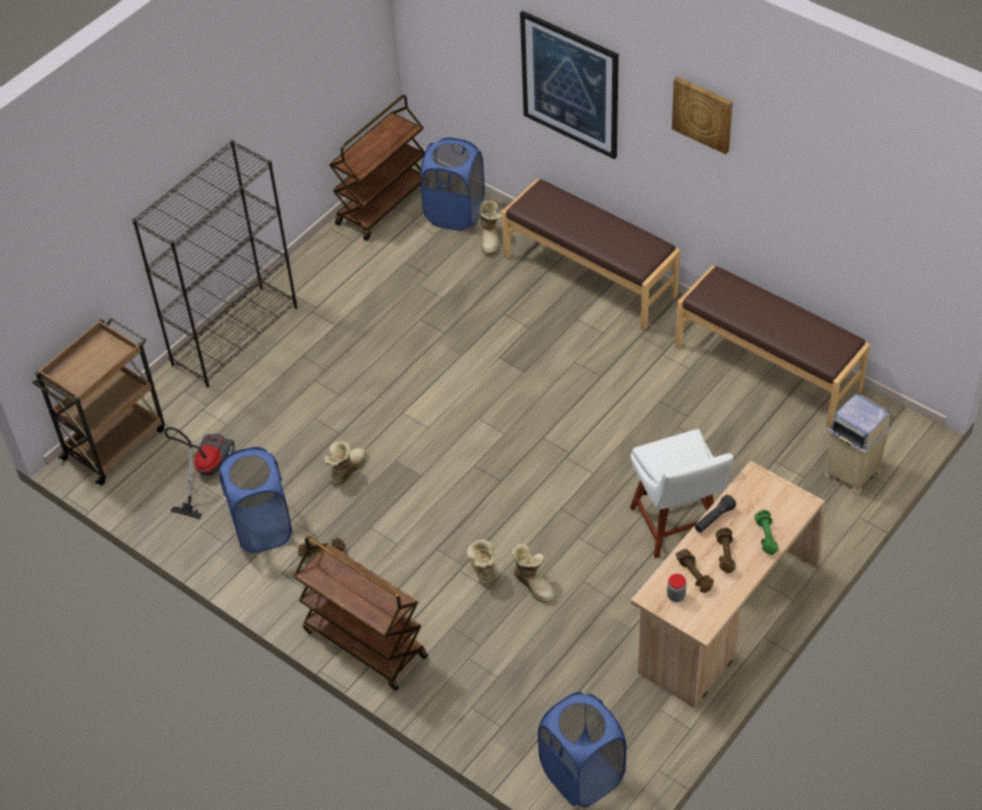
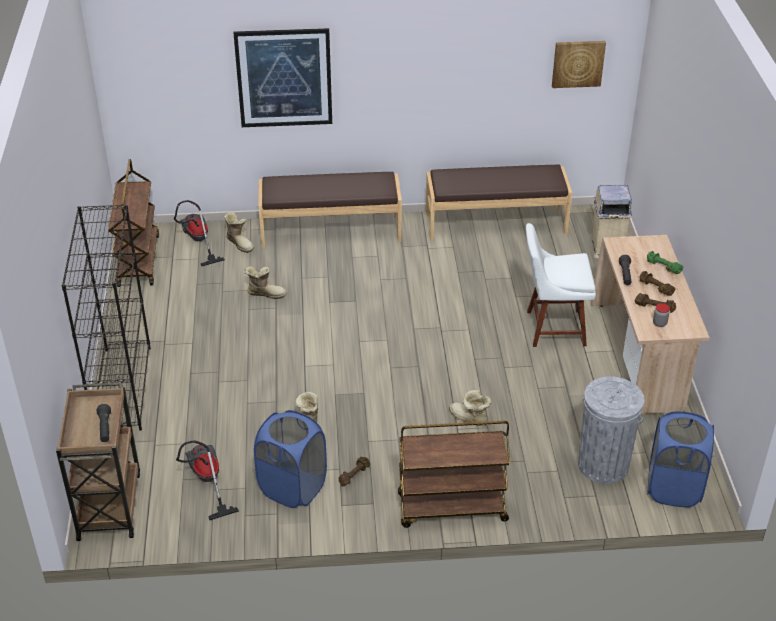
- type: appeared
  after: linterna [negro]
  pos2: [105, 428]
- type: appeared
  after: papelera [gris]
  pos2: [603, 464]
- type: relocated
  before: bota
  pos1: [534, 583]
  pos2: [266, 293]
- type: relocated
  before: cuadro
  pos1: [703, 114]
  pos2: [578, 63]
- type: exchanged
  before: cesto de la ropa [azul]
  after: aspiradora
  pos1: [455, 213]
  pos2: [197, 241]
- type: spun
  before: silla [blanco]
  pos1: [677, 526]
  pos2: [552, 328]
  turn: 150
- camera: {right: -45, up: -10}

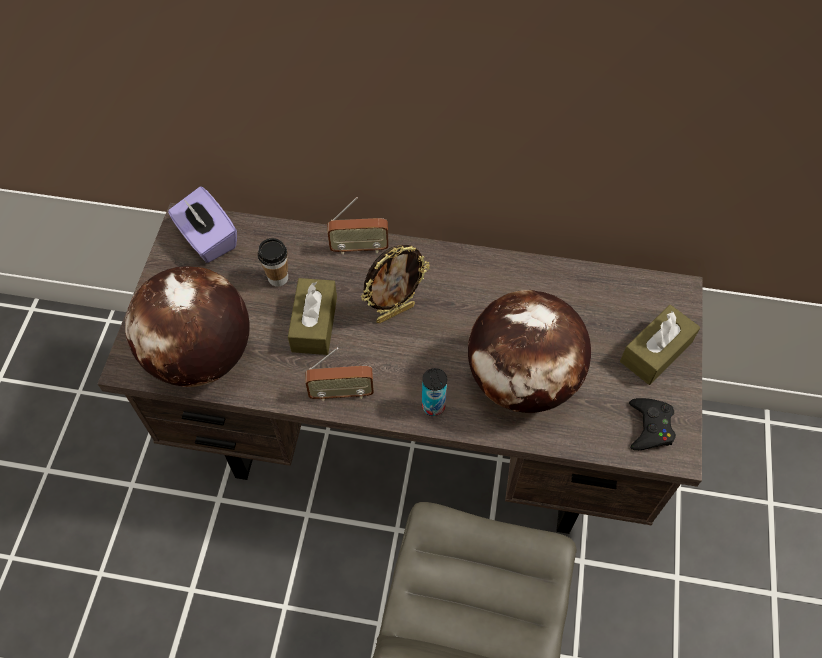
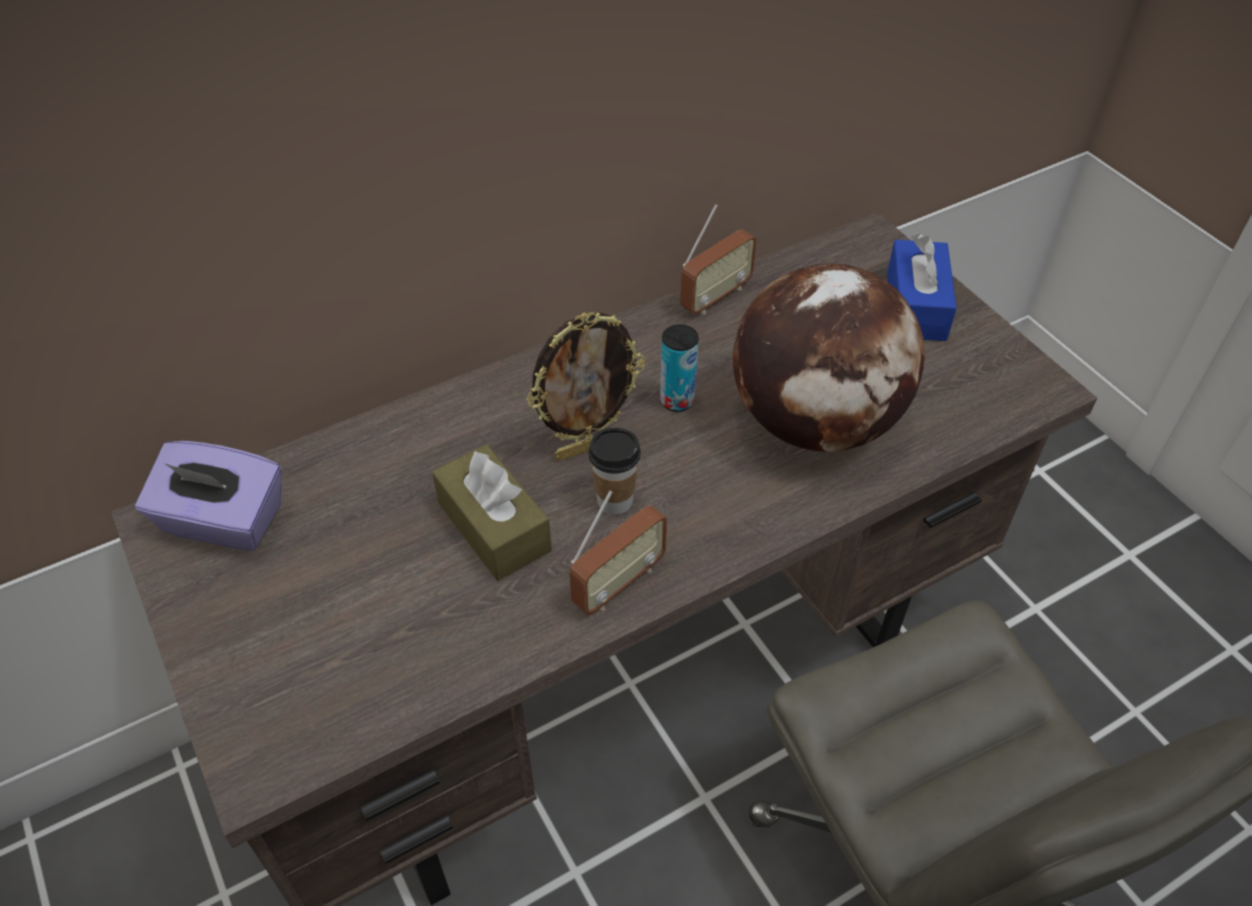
- type: missing
  before: globo terráqueo
  pos1: [201, 356]
- type: missing
  before: mando de consola [negro]
  pos1: [650, 427]
- type: relocated
  before: taza
  pos1: [278, 278]
  pos2: [615, 501]
- type: relocated
  before: radio
  pos1: [359, 248]
  pos2: [715, 297]
- type: relocated
  before: lata
  pos1: [433, 406]
  pos2: [677, 401]
- type: colour
  before: caja de pañuelos [marrón]
  after: caja de pañuelos [azul]
  pos1: [656, 352]
  pos2: [915, 306]
- type: spun
  before: portarretratos
  pos1: [395, 312]
  pos2: [587, 447]
  turn: 45
- camera: {right: -40, up: -10}

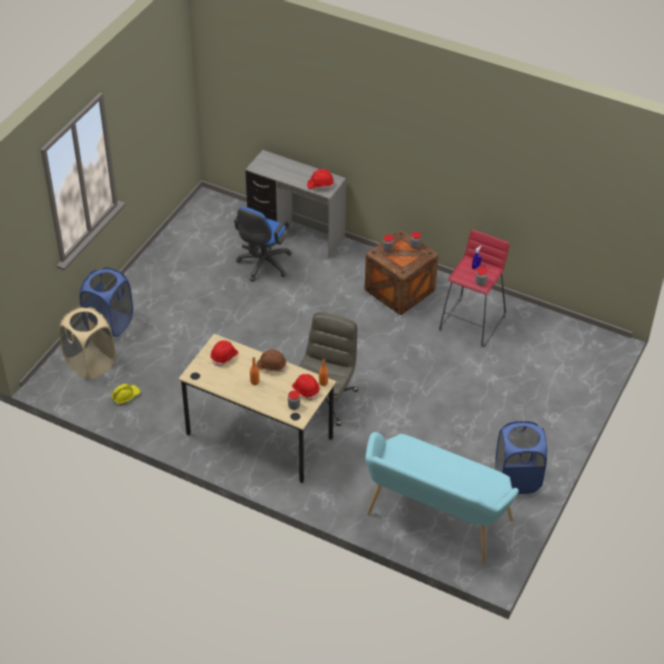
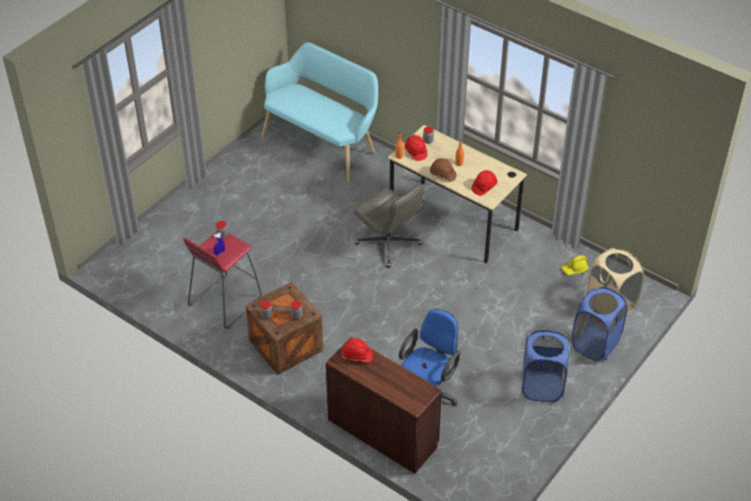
- type: relocated
  before: cesto de la ropa [azul]
  pos1: [517, 478]
  pos2: [541, 387]
- type: colour
  before: escritorio [gris]
  after: escritorio [marrón]
  pos1: [296, 234]
  pos2: [383, 432]
- type: spun
  before: silla de oficina [gris]
  pos1: [324, 400]
  pos2: [389, 244]
  turn: -75
- camera: {right: -170, up: 0}

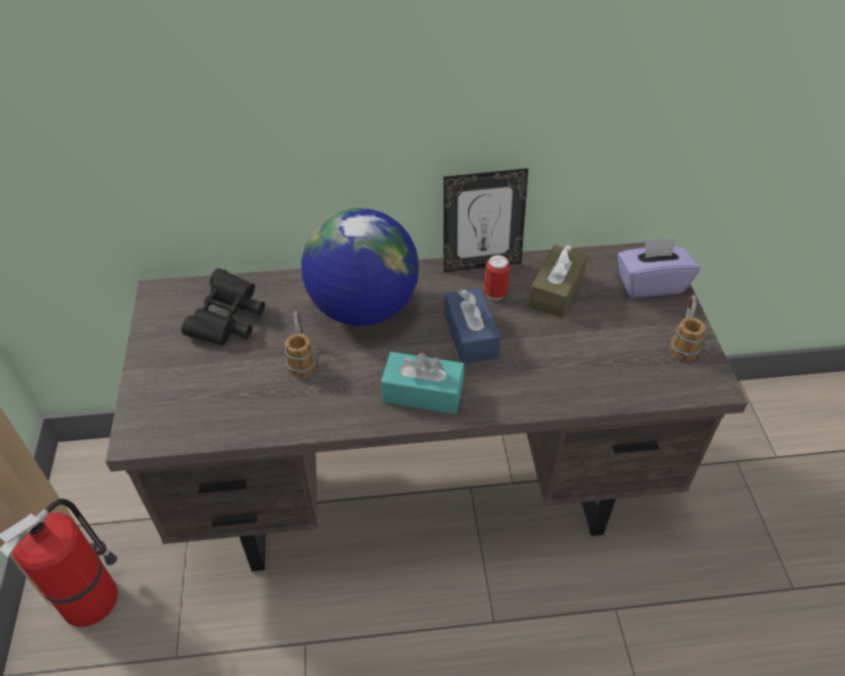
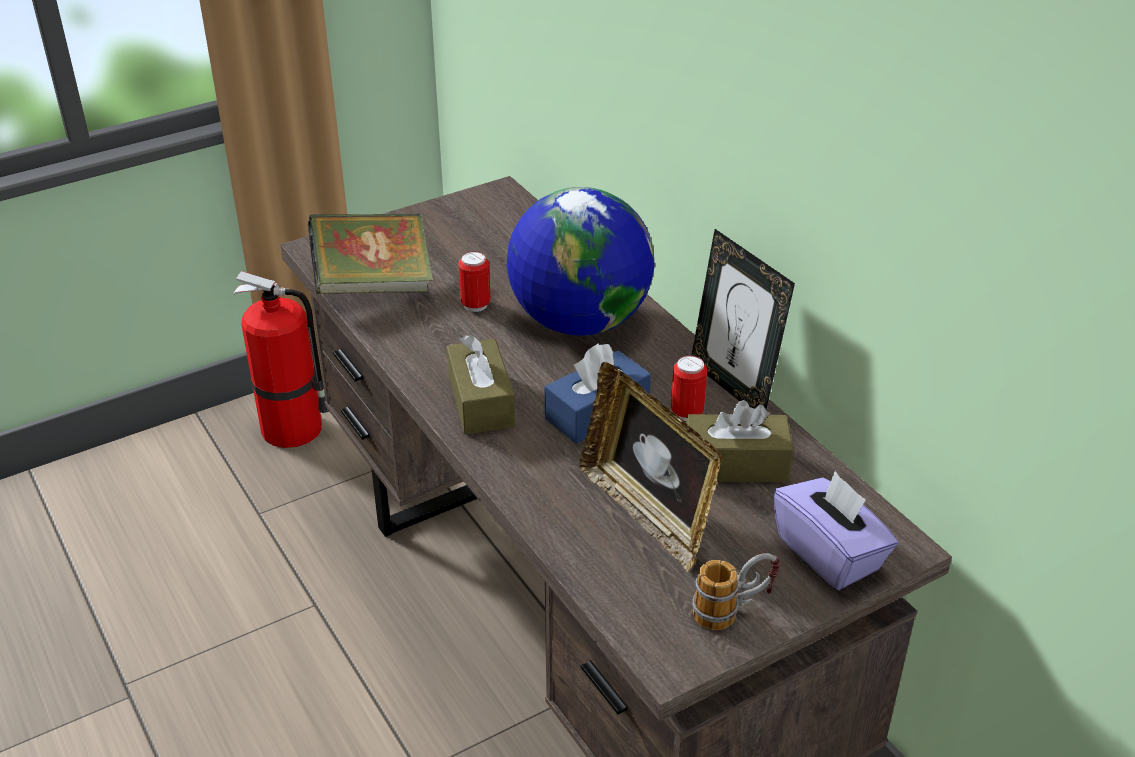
- type: missing
  before: prismáticos [negro]
  pos1: [228, 321]
- type: appeared
  after: libro
  pos2: [373, 285]
- type: appeared
  after: portarretratos
  pos2: [647, 512]
- type: exchanged
  before: taza grande
  after: lata
  pos1: [301, 357]
  pos2: [475, 305]
- type: colour
  before: caja de pañuelos [turquesa]
  after: caja de pañuelos [marrón]
  pos1: [423, 392]
  pos2: [481, 402]
- camera: {right: 65, up: -10}

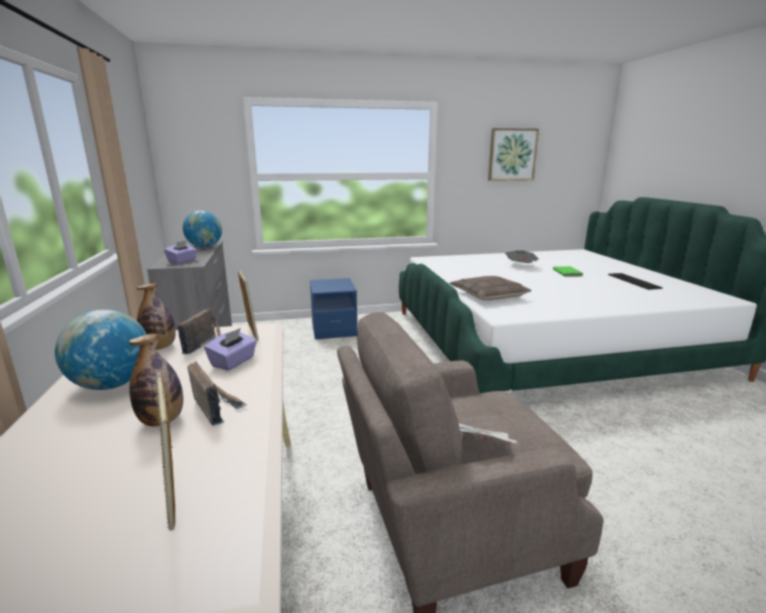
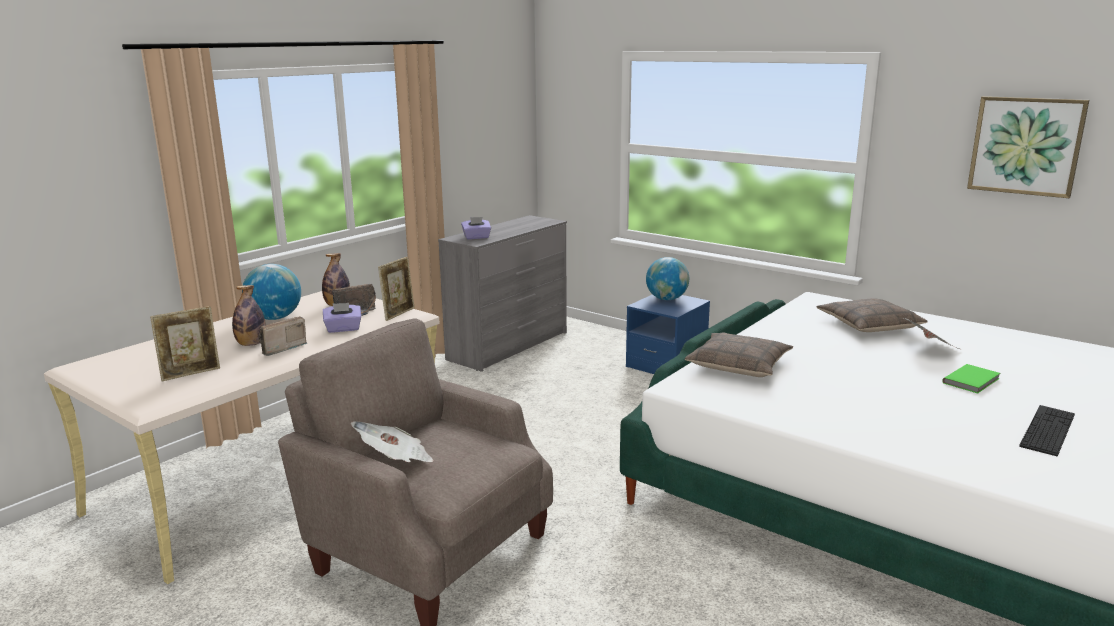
- type: appeared
  after: cojín
  pos2: [868, 325]
- type: relocated
  before: globo terráqueo
  pos1: [205, 247]
  pos2: [666, 299]
- type: spun
  before: portarretratos
  pos1: [173, 495]
  pos2: [191, 374]
  turn: -150
- type: spun
  before: radio
  pos1: [217, 407]
  pos2: [280, 348]
  turn: -150
- camera: {right: 50, up: 0}

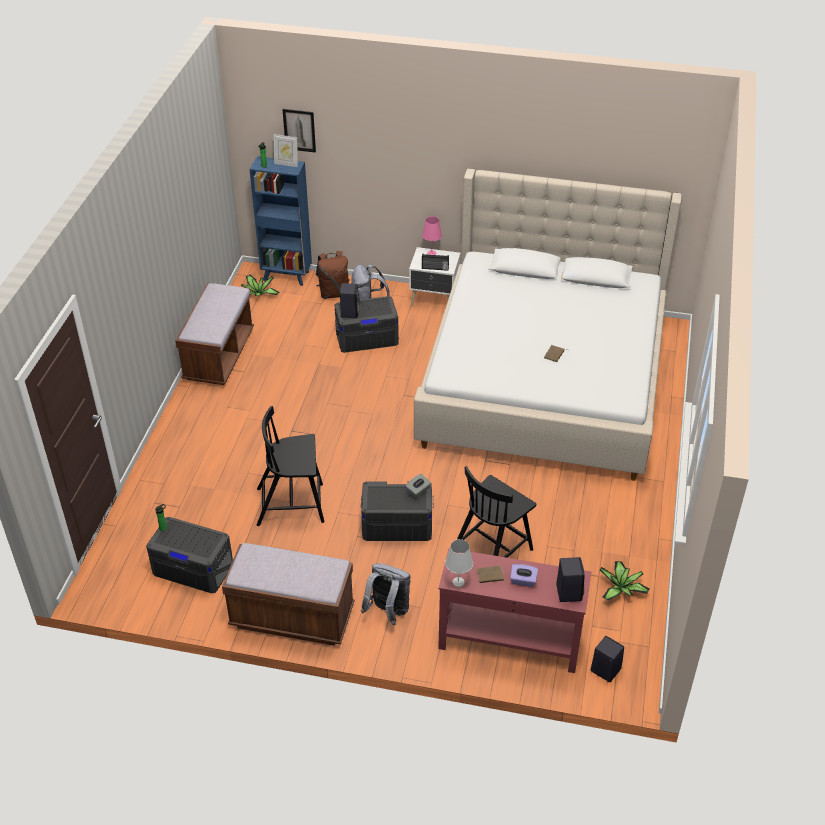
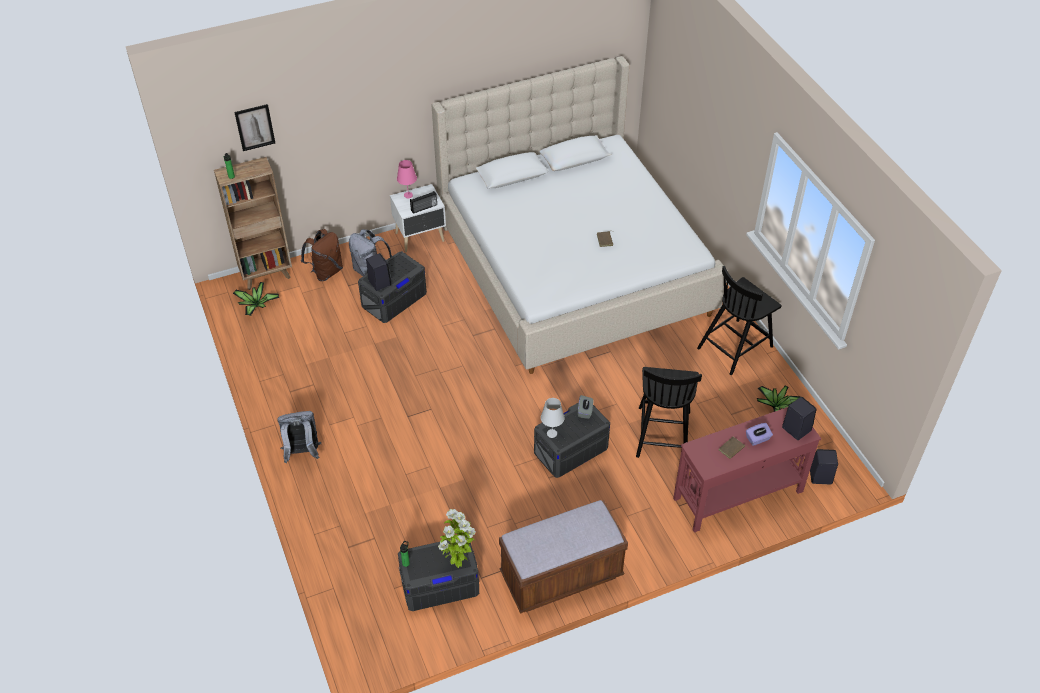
- type: missing
  before: banco [marrón]
  pos1: [219, 356]
- type: missing
  before: portarretratos
  pos1: [286, 164]
- type: appeared
  after: planta en maceta
  pos2: [457, 561]
- type: relocated
  before: silla [negro]
  pos1: [292, 504]
  pos2: [735, 346]
- type: relocated
  before: mochila [gris]
  pos1: [388, 612]
  pos2: [302, 453]
- type: relocated
  before: lámpara de mesa [blanco]
  pos1: [458, 582]
  pos2: [552, 433]
- type: colour
  before: estantería [azul]
  after: estantería [marrón]
  pos1: [287, 276]
  pos2: [267, 275]
- camera: {right: -35, up: 5}

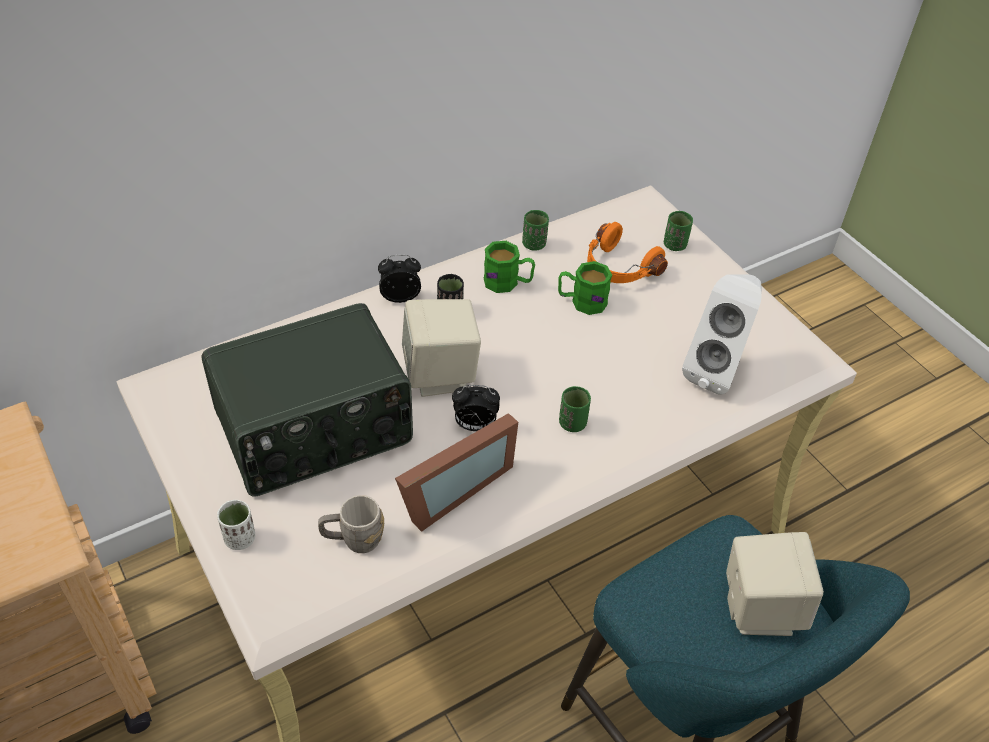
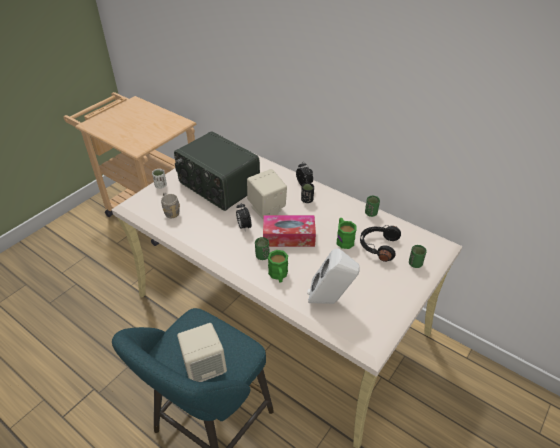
- type: missing
  before: portarretratos
  pos1: [449, 489]
- type: appeared
  after: caja de pañuelos
  pos2: [289, 237]
- type: relocated
  before: taza grande [verde]
  pos1: [508, 282]
  pos2: [278, 275]
- type: colour
  before: auriculares [naranja]
  after: auriculares [negro]
  pos1: [618, 268]
  pos2: [378, 246]
- camera: {right: 70, up: -5}

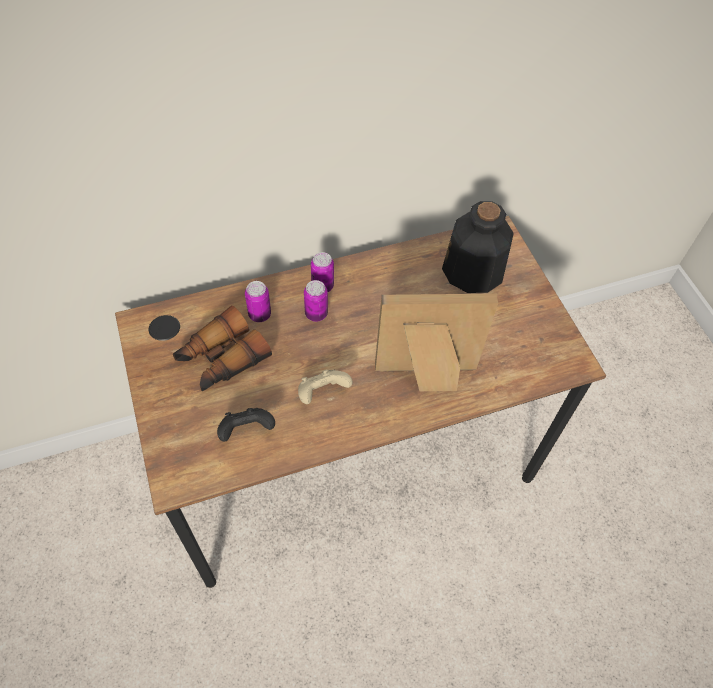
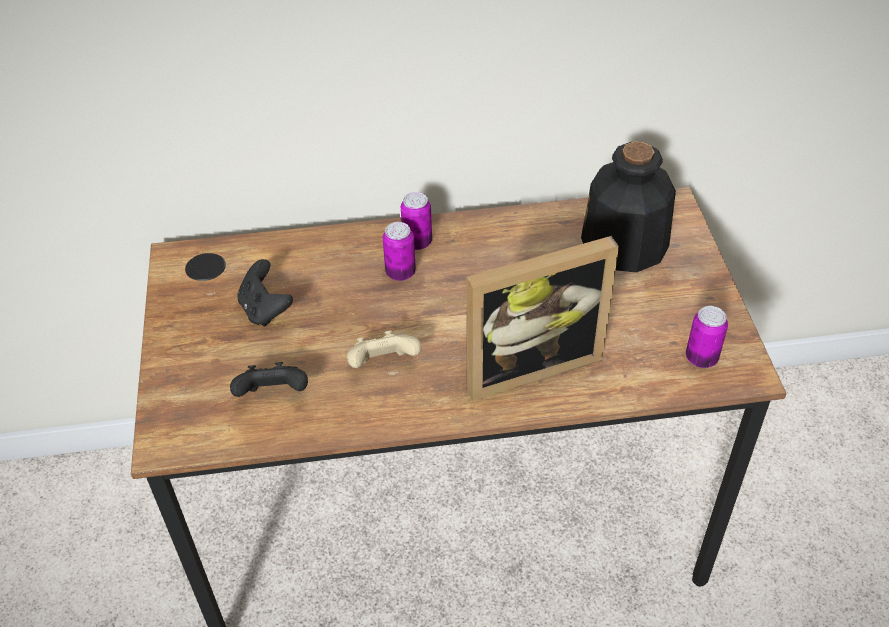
- type: relocated
  before: lata
  pos1: [259, 314]
  pos2: [701, 358]
- type: exchanged
  before: prismáticos
  after: mando de consola [negro]
  pos1: [221, 359]
  pos2: [265, 310]
- type: spun
  before: portarretratos
  pos1: [426, 376]
  pos2: [528, 362]
  turn: 150
- camera: {right: 15, up: -10}

